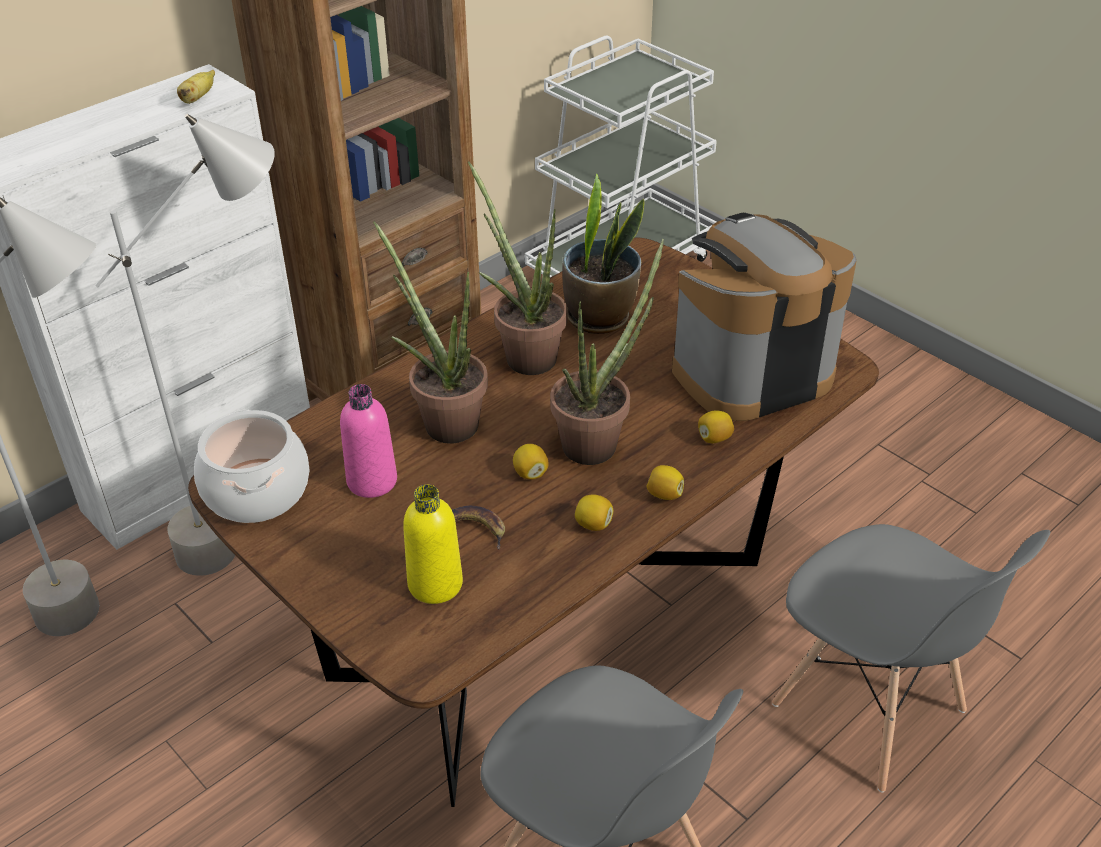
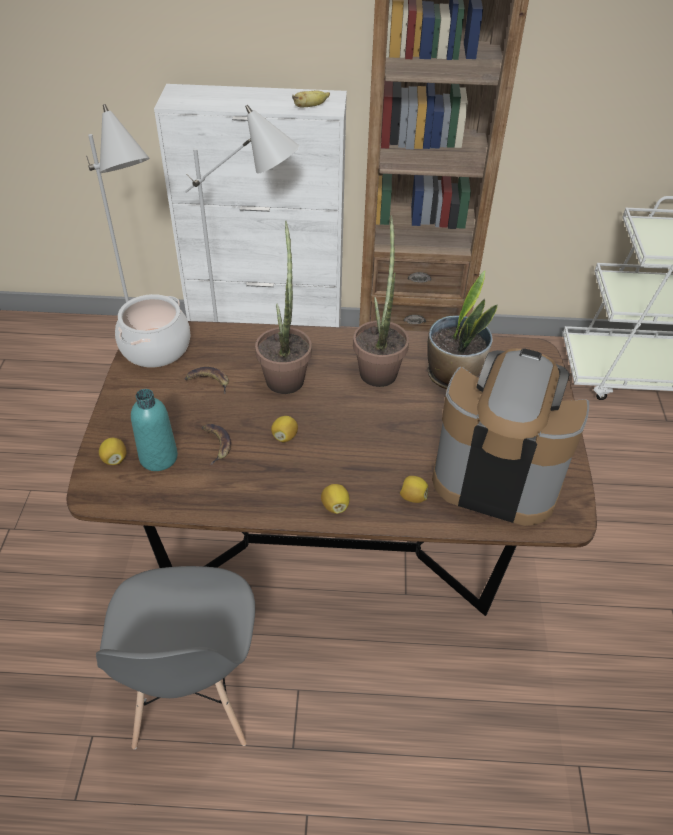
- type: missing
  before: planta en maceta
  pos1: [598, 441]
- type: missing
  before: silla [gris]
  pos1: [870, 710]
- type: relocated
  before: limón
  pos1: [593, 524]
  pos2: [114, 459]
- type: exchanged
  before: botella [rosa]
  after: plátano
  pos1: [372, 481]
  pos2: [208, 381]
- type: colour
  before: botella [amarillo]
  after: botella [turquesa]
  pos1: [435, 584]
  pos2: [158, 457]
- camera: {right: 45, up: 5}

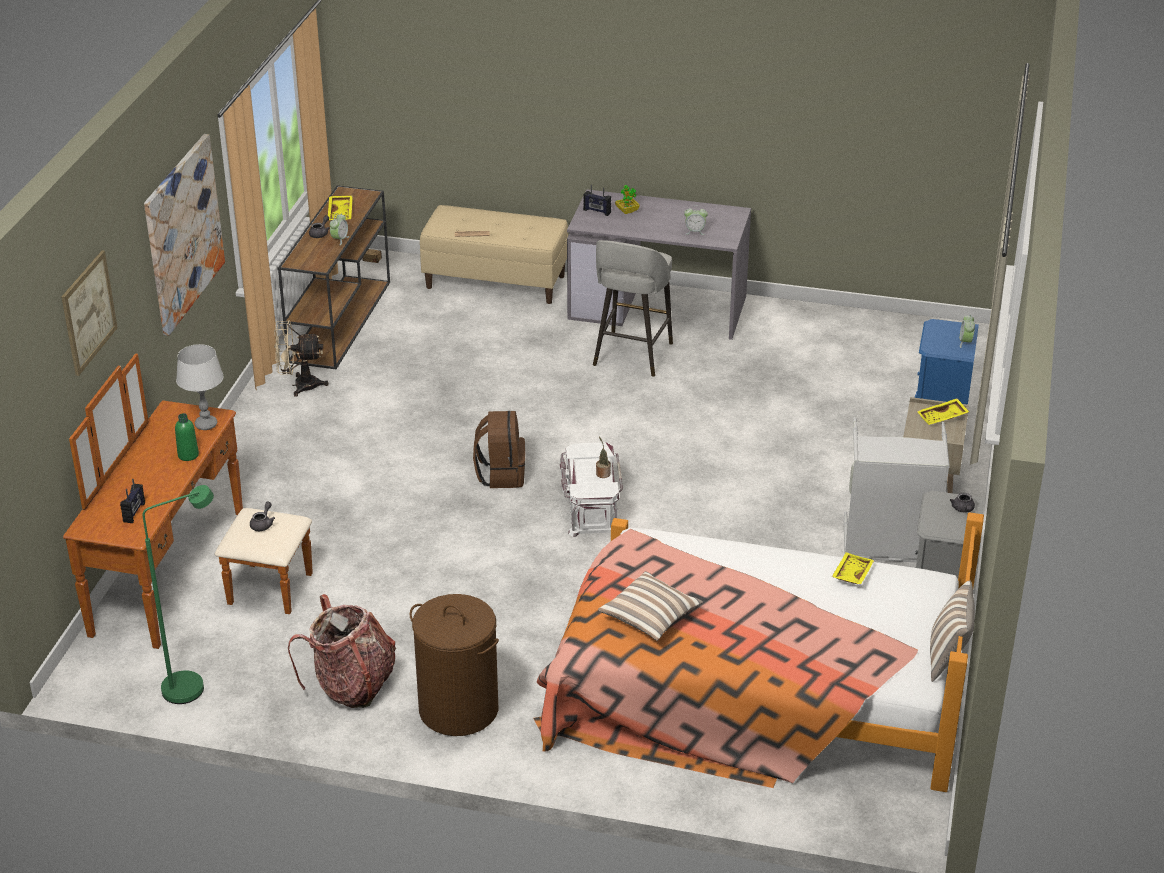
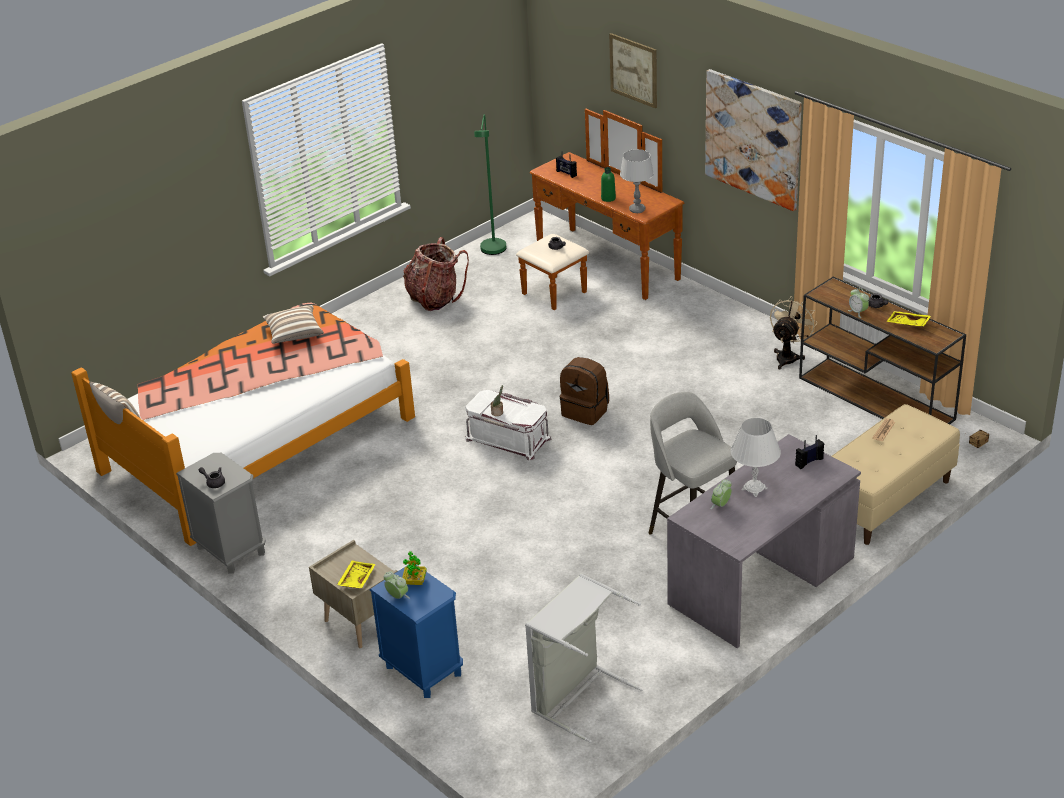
- type: missing
  before: cesto de la ropa [marrón]
  pos1: [458, 709]
- type: missing
  before: bandeja [amarillo]
  pos1: [851, 574]
- type: appeared
  after: lámpara de mesa [blanco]
  pos2: [754, 489]
- type: relocated
  before: planta en maceta
  pos1: [627, 211]
  pos2: [415, 581]
- type: relocated
  before: cesto de la ropa [gris]
  pos1: [889, 546]
  pos2: [577, 696]
- camera: {right: 125, up: 0}

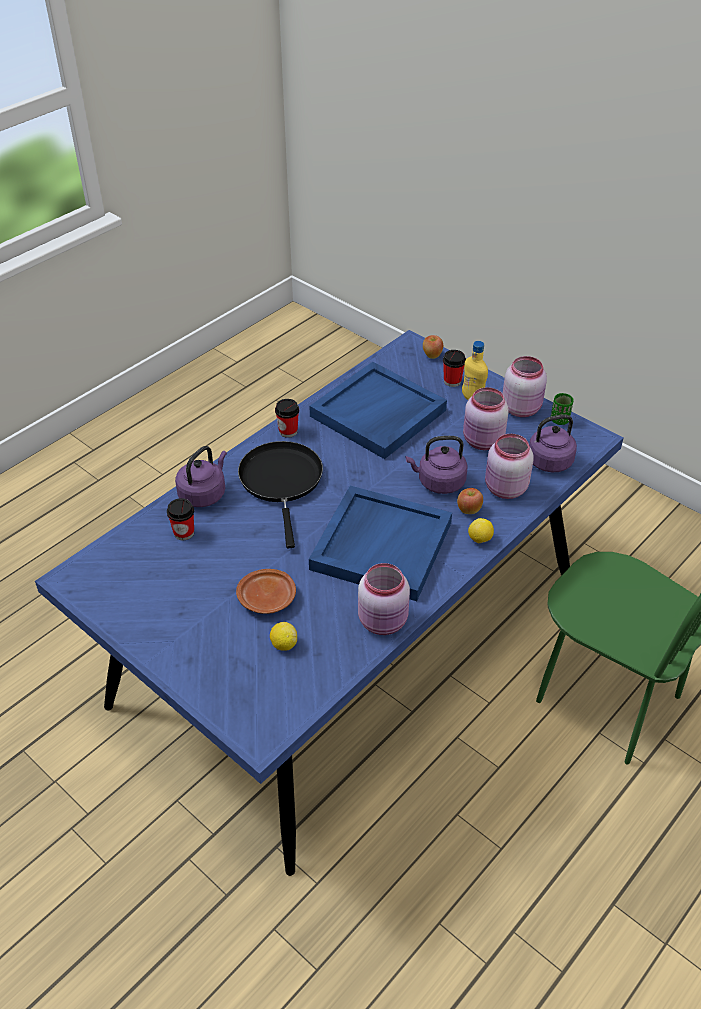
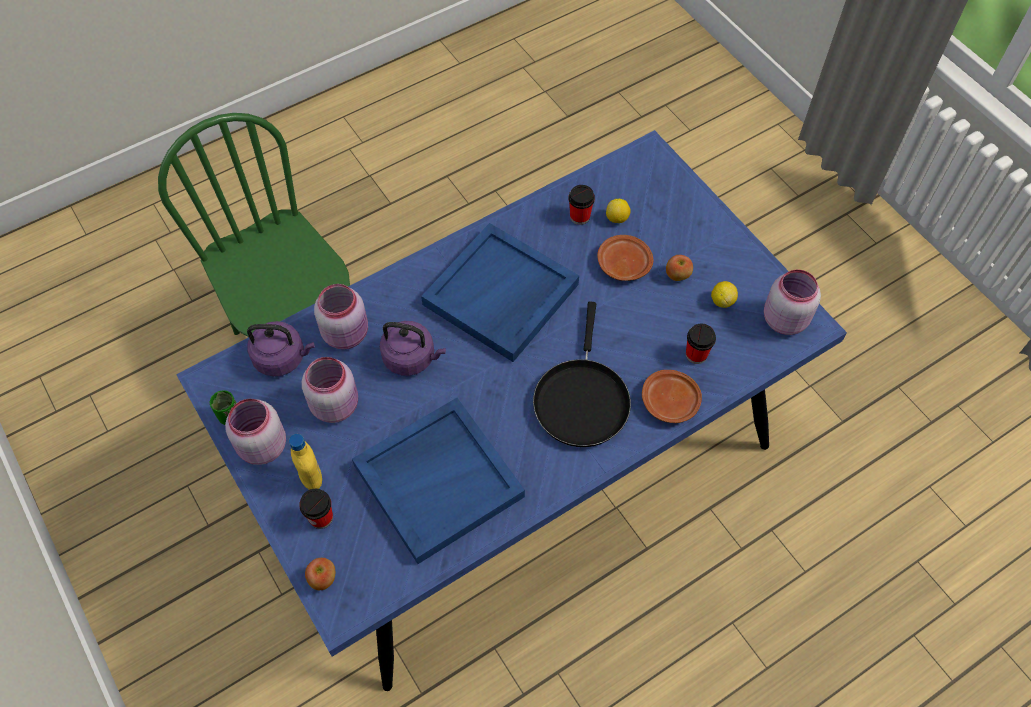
- type: relocated
  before: taza
  pos1: [288, 431]
  pos2: [579, 216]
- type: relocated
  before: tarro [rosa]
  pos1: [384, 621]
  pos2: [783, 319]
- type: relocated
  before: manzana
  pos1: [469, 510]
  pos2: [677, 276]
- type: relocated
  before: limón
  pos1: [480, 539]
  pos2: [722, 301]
- type: exchanged
  before: hervidor [morado]
  after: plato [marrón]
  pos1: [204, 493]
  pos2: [670, 402]
- camera: {right: -165, up: 15}

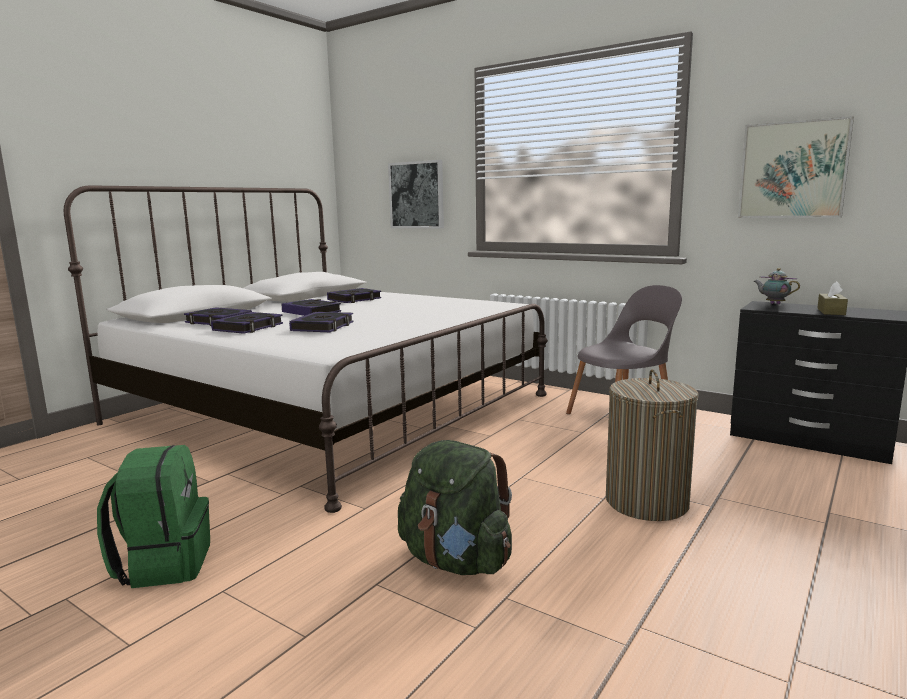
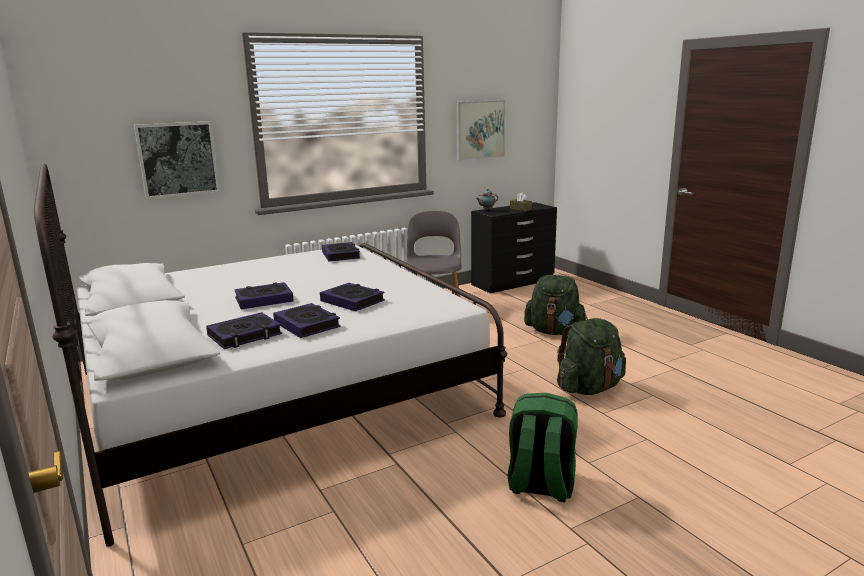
- type: relocated
  before: libro
  pos1: [354, 299]
  pos2: [341, 255]
- type: exchanged
  before: cesto de la ropa
  after: mochila [verde]
  pos1: [647, 502]
  pos2: [554, 332]
- camera: {right: -65, up: 5}

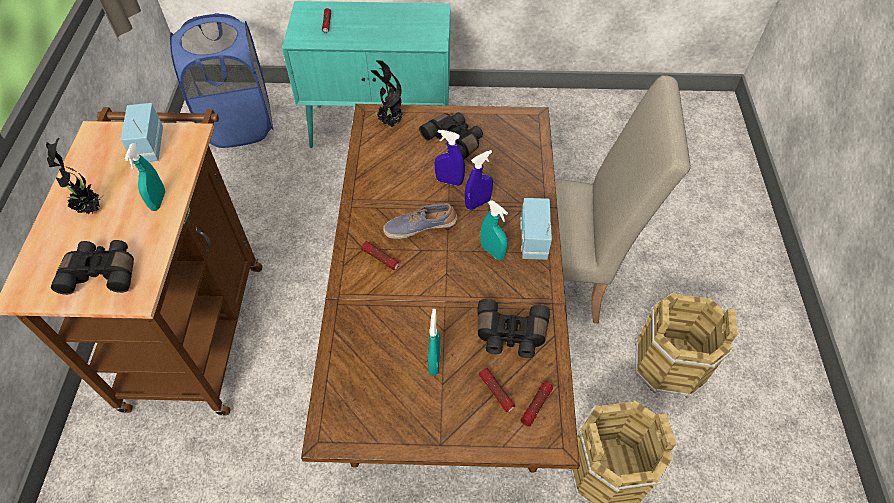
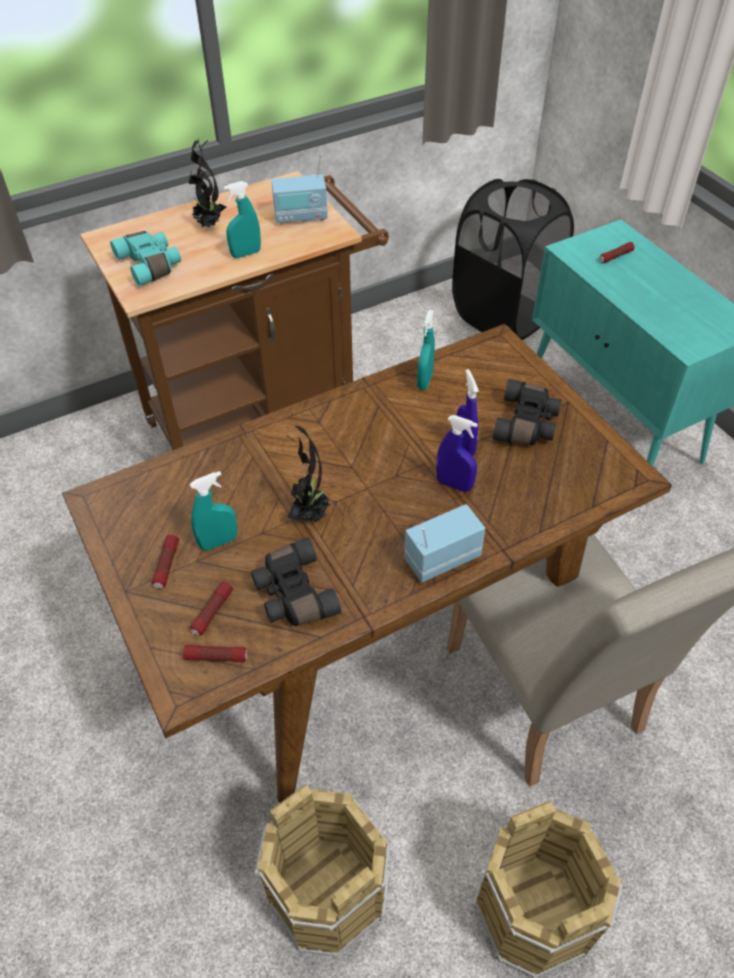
- type: missing
  before: zapato
  pos1: [420, 227]
- type: relocated
  before: linterna
  pos1: [380, 258]
  pos2: [167, 565]
- type: relocated
  before: planta en maceta
  pos1: [389, 122]
  pos2: [310, 514]
- type: relocated
  before: pulverizador [turquesa]
  pos1: [492, 251]
  pos2: [424, 381]
- type: colour
  before: prismáticos [negro]
  after: prismáticos [turquesa]
  pos1: [102, 272]
  pos2: [151, 265]
- type: colour
  before: cesto de la ropa [azul]
  after: cesto de la ropa [negro]
  pos1: [239, 124]
  pos2: [503, 314]
- type: spun
  before: radio
  pos1: [149, 146]
  pos2: [301, 217]
  turn: -150
- camera: {right: 60, up: -5}

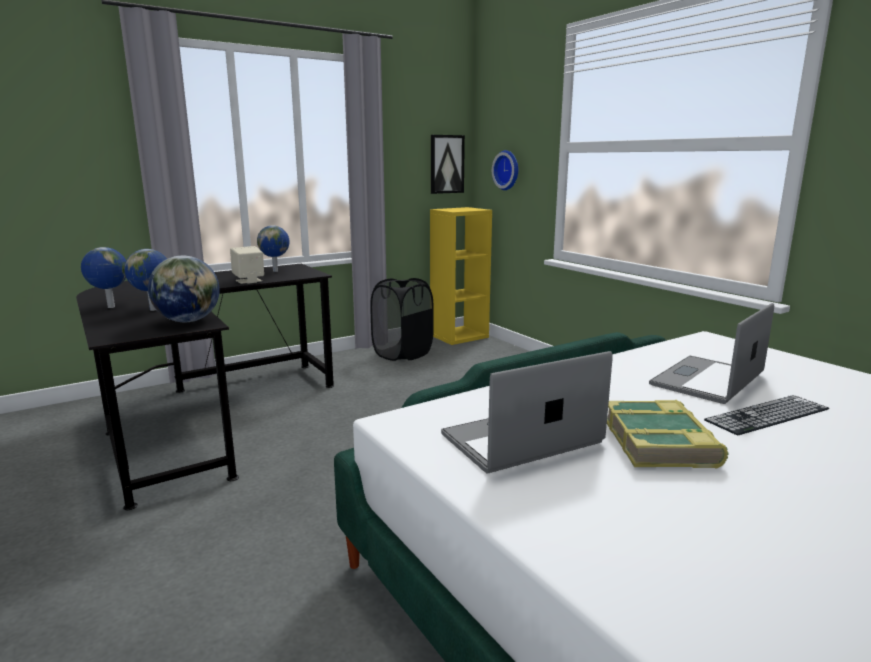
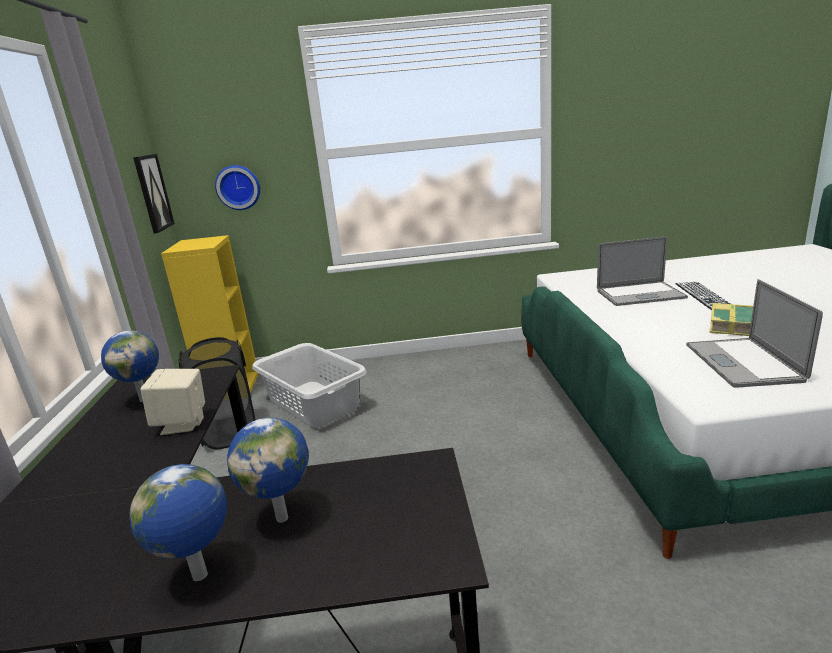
- type: missing
  before: globo terráqueo
  pos1: [188, 321]
- type: appeared
  after: cesto de la ropa [gris]
  pos2: [314, 403]
- type: spun
  before: portátil
  pos1: [707, 380]
  pos2: [640, 294]
  turn: -75
- camera: {right: -60, up: 5}

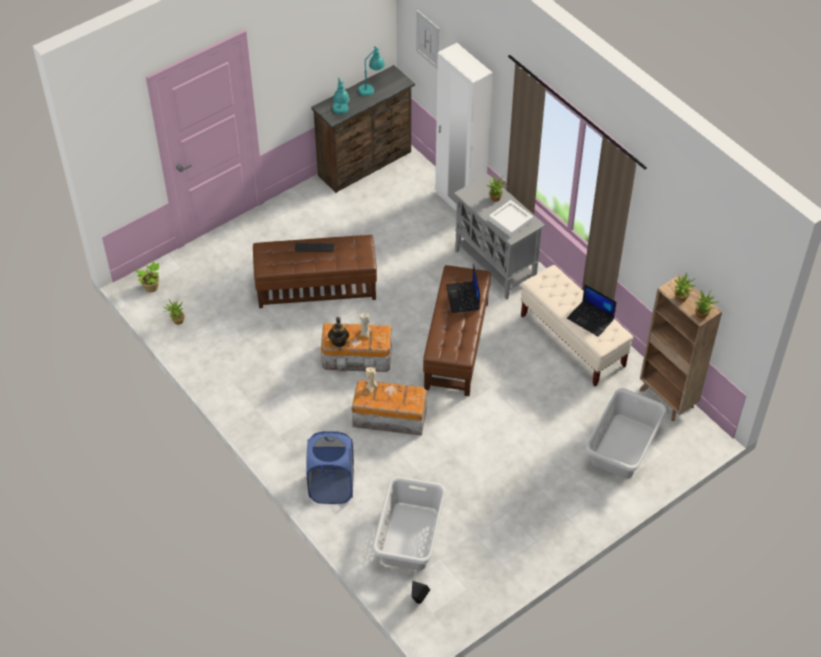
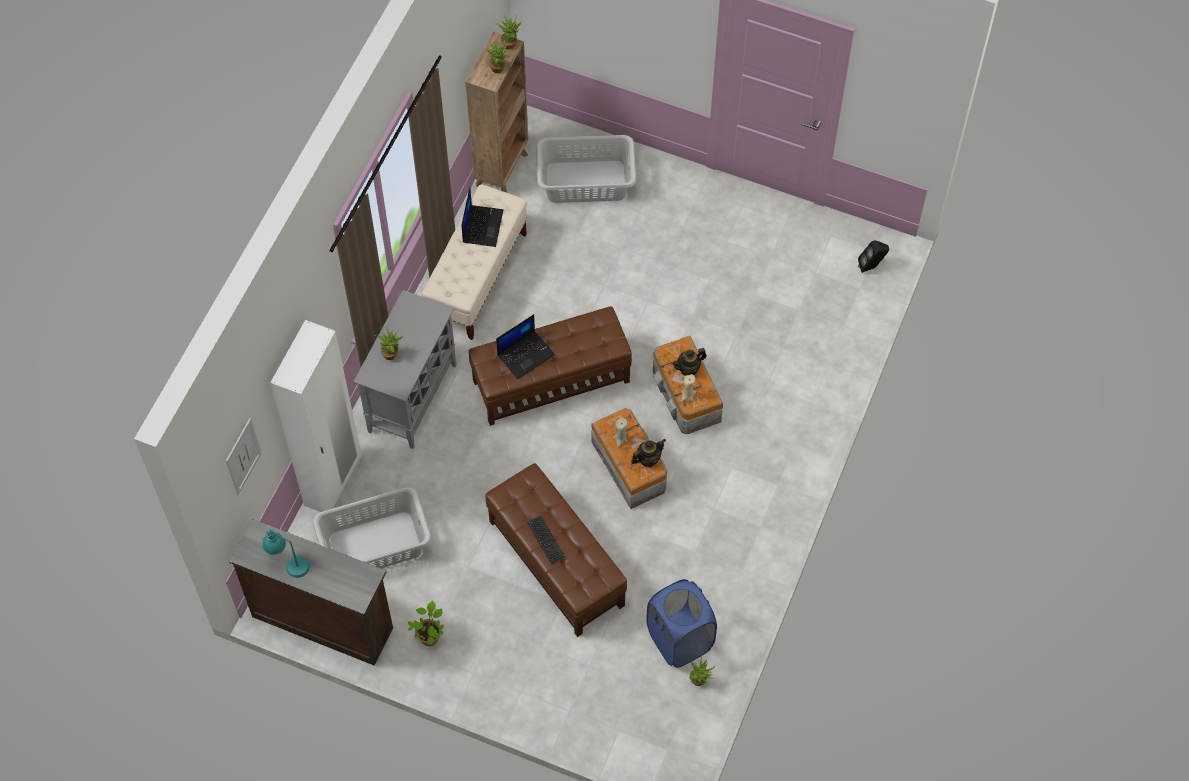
- type: missing
  before: lámpara de mesa [turquesa]
  pos1: [341, 113]
- type: missing
  before: bandeja [blanco]
  pos1: [510, 221]
- type: appeared
  after: tetera
  pos2: [689, 369]
- type: relocated
  before: planta en maceta
  pos1: [152, 288]
  pos2: [429, 636]
- type: relocated
  before: cesto de la ropa [azul]
  pos1: [331, 487]
  pos2: [680, 639]
- type: relocated
  before: cesto de la ropa [gris]
  pos1: [408, 536]
  pos2: [376, 545]
- camera: {right: -120, up: 10}

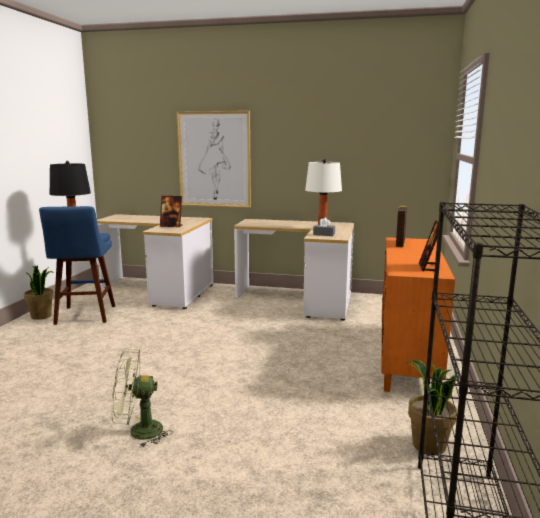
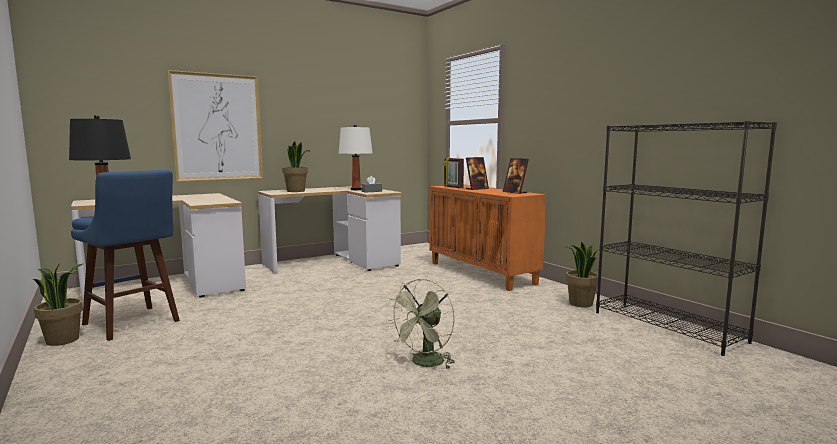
- type: appeared
  after: planta en maceta
  pos2: [296, 191]
- type: relocated
  before: portarretratos
  pos1: [171, 226]
  pos2: [476, 189]
- camera: {right: -45, up: -5}

